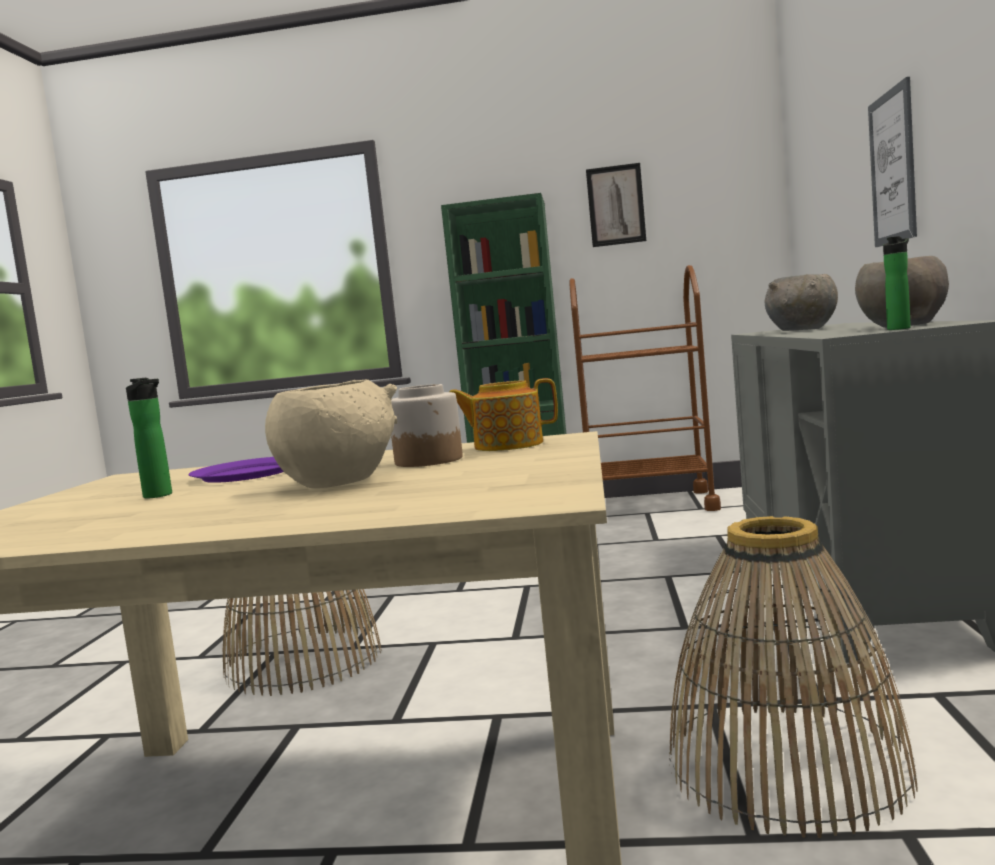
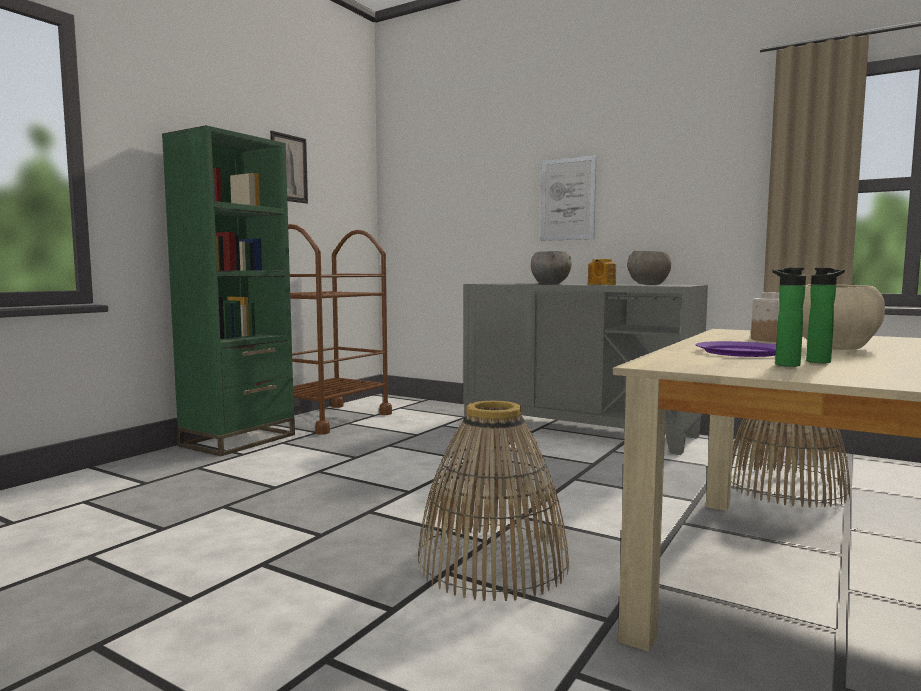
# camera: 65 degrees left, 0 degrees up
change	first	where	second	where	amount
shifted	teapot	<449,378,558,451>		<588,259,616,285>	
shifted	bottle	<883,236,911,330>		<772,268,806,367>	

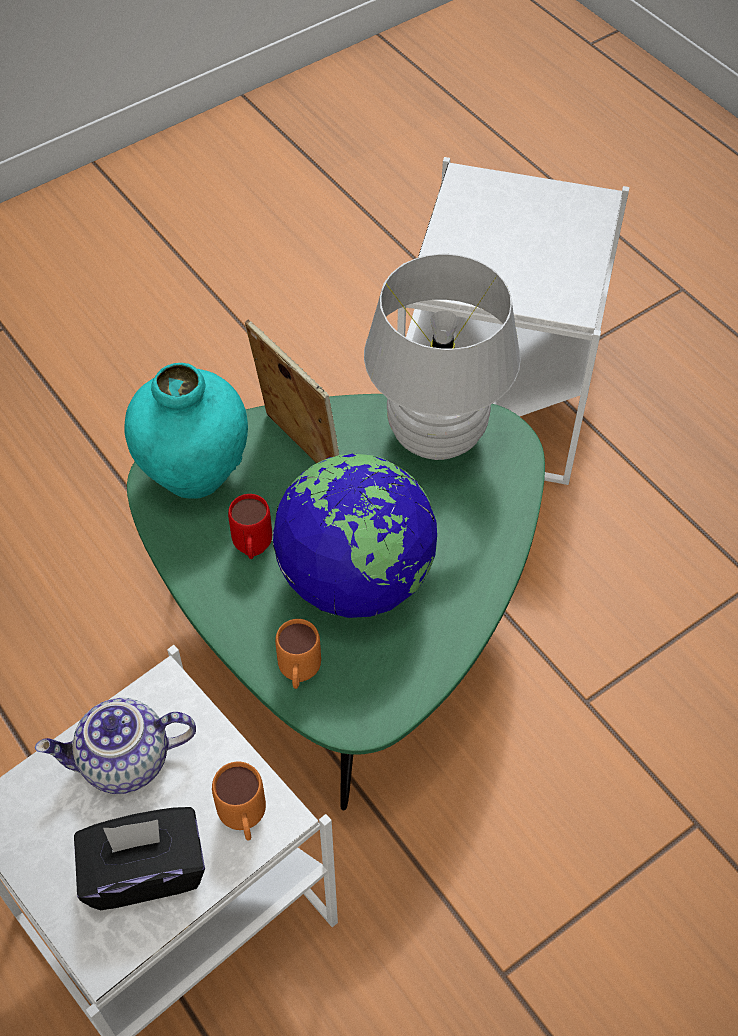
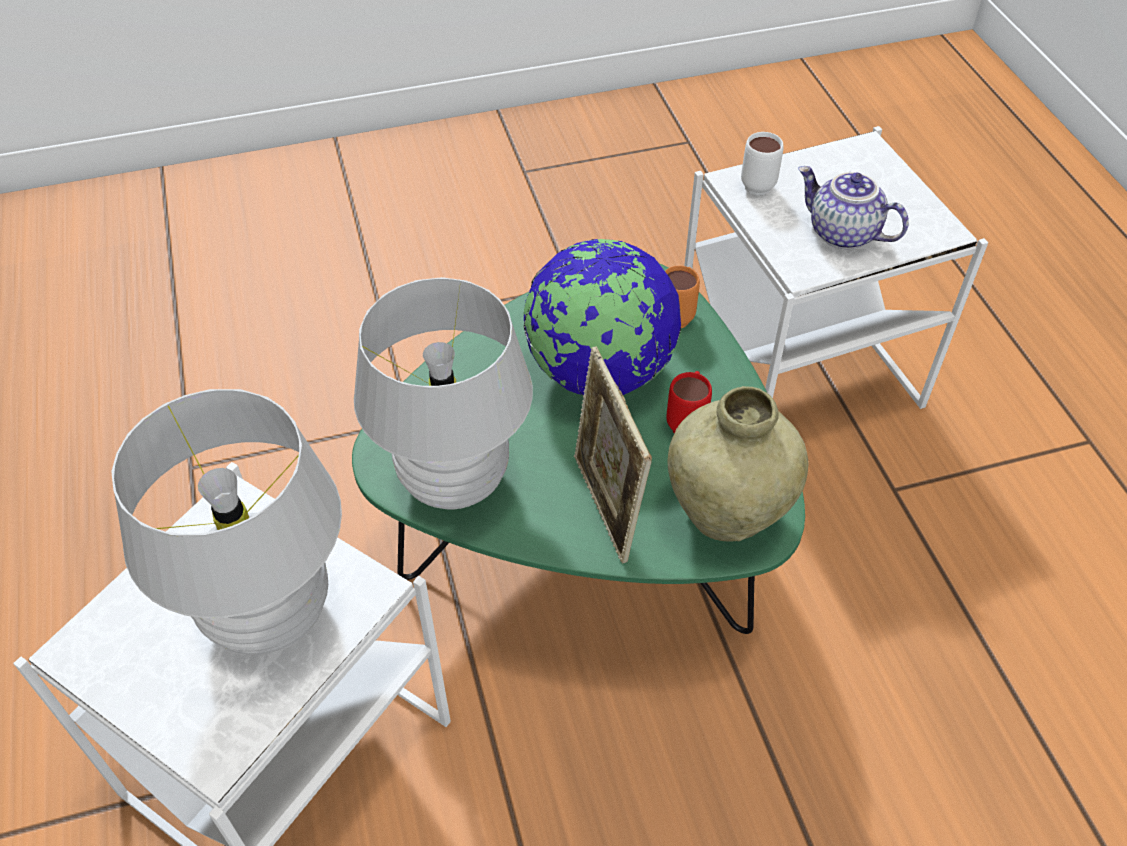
# camera: 160 degrees left, 5 degrees down
change	first	where	second	where	amount
rotated	teapot	<35,698,196,794>		<798,166,909,249>	150 degrees counterclockwise
gone	black_tissue_box	<74,807,205,910>			
repainted	turquoise_vase	<124,363,248,499>	beige_vase	<667,386,808,542>	
repainted	orange_mug	<212,761,266,841>	white_mug	<741,132,784,196>	
new			white_table_lamp	<111,389,342,655>	

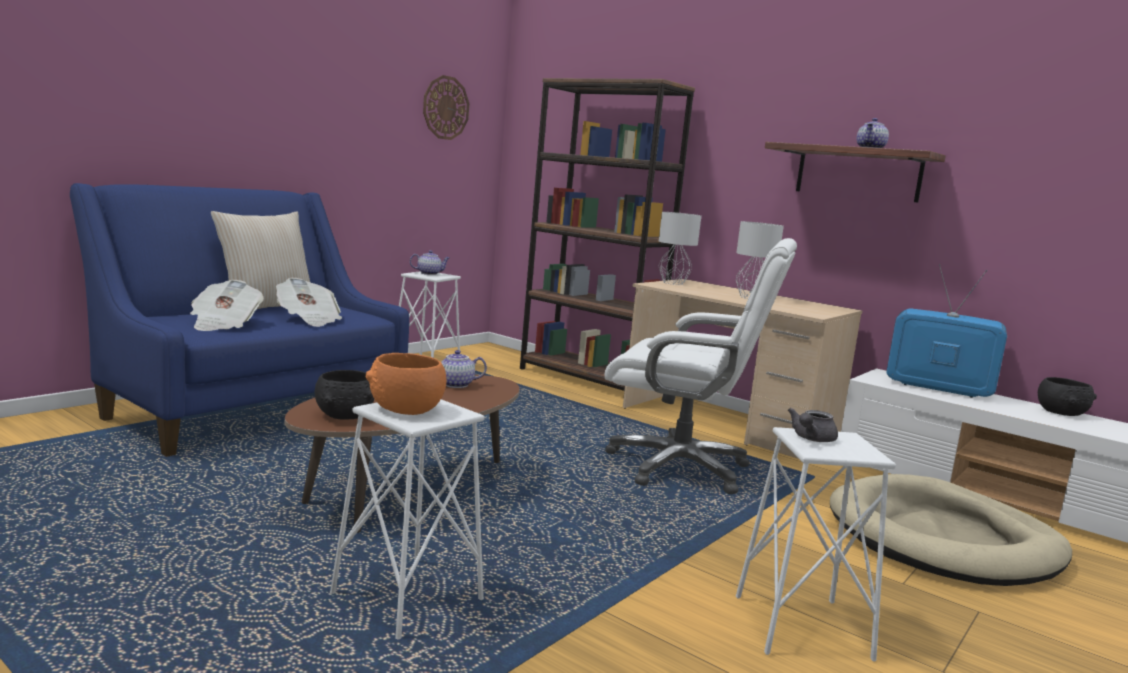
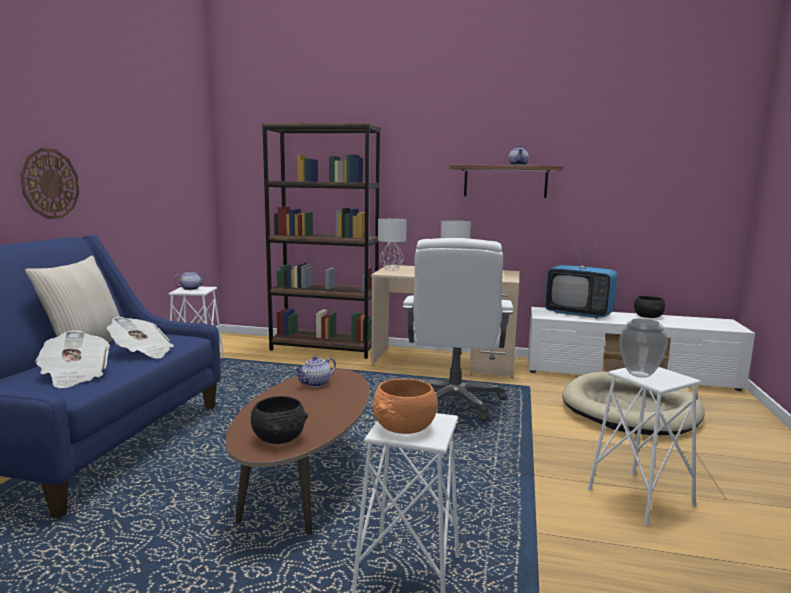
# camera: 25 degrees left, 0 degrees up
change	first	where	second	where	amount
shifted	wall_clock	<423,75,469,140>		<20,148,79,219>	
rotated	white_office_chair	<604,238,797,494>		<403,238,513,422>	105 degrees clockwise
swapped	grey_teapot	<788,408,838,442>	vase	<619,319,668,378>	
rotated	television	<886,264,1007,398>		<545,236,618,319>	150 degrees counterclockwise

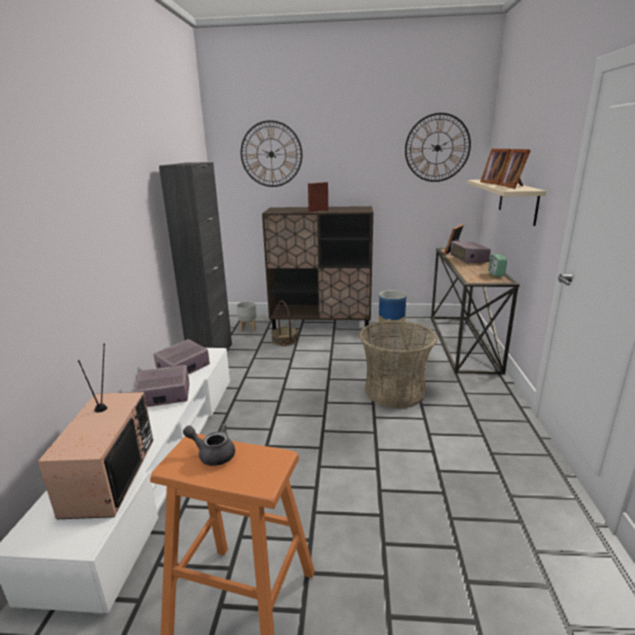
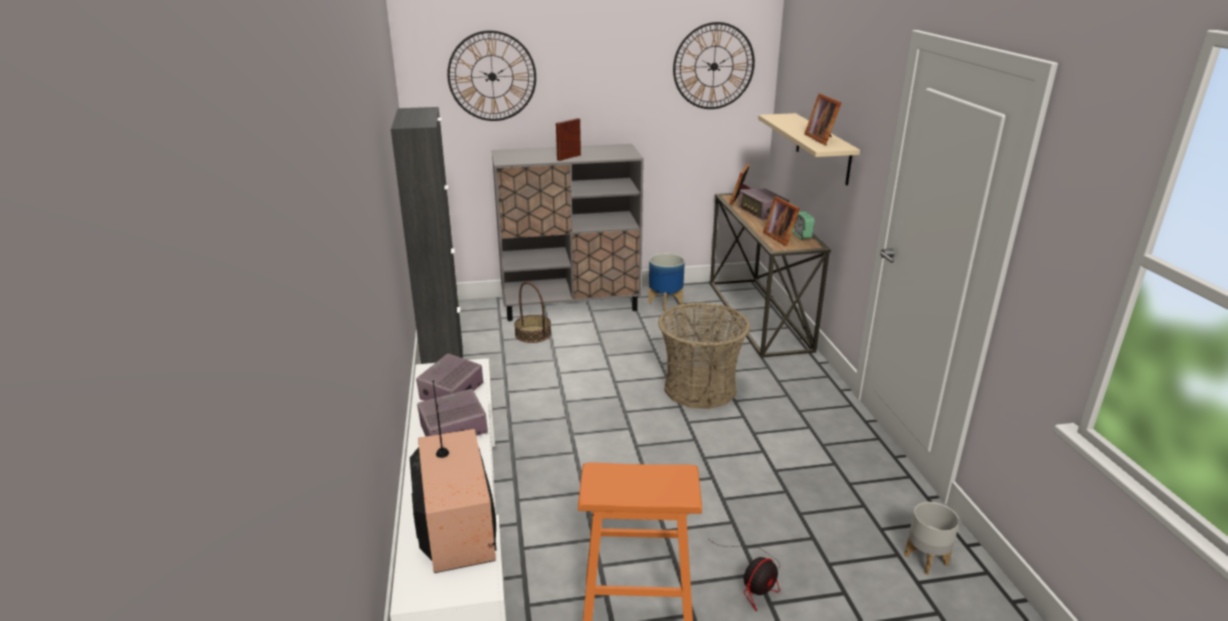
# camera: 15 degrees left, 5 degrees up
change	first	where	second	where	amount
gone	grey_teapot	<183,424,235,466>			
shifted	grey_planter	<237,302,257,332>		<904,502,960,575>	
repainted	brown_cabinet	<262,206,374,330>	grey_cabinet	<492,144,644,321>	
shifted	picture_frame	<480,149,512,185>		<763,196,800,246>	
new			fan	<707,538,780,611>	

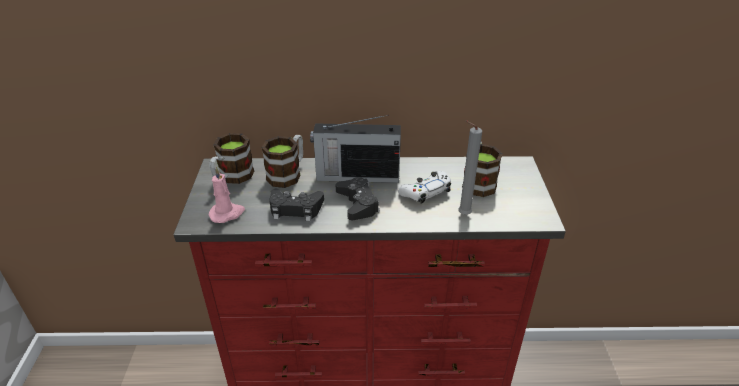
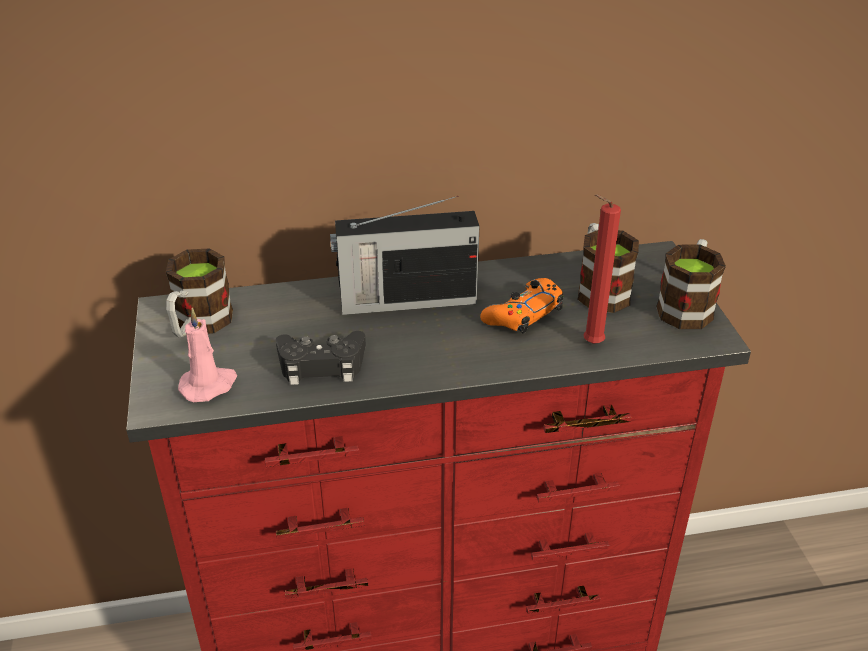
# camera: 10 degrees left, 0 degrees up
change	first	where	second	where	amount
shifted	mug	<261,135,303,188>		<656,239,726,329>	
gone	black_game_controller	<336,177,380,220>			
repainted	white_game_controller	<398,171,451,204>	orange_game_controller	<480,278,564,333>	
repainted	grey_candle	<458,121,482,215>	red_candle	<583,194,621,344>	

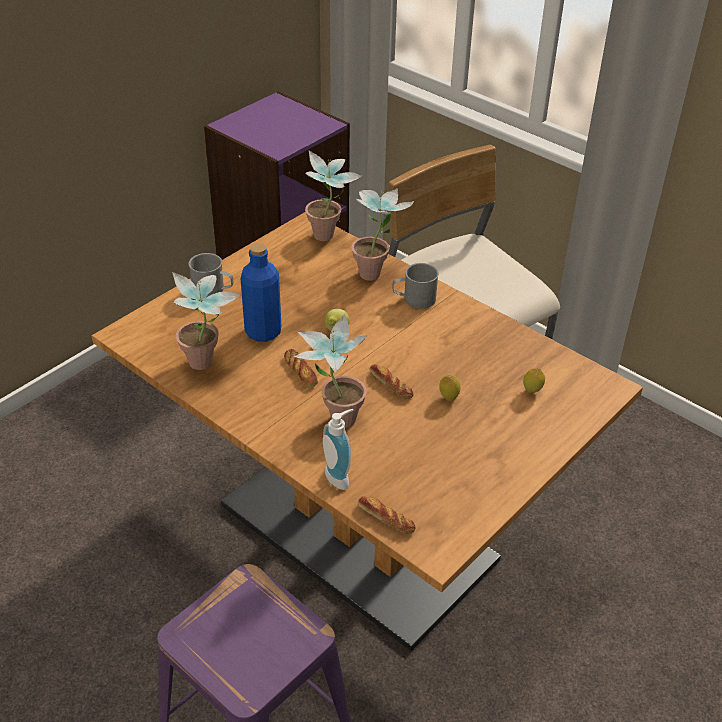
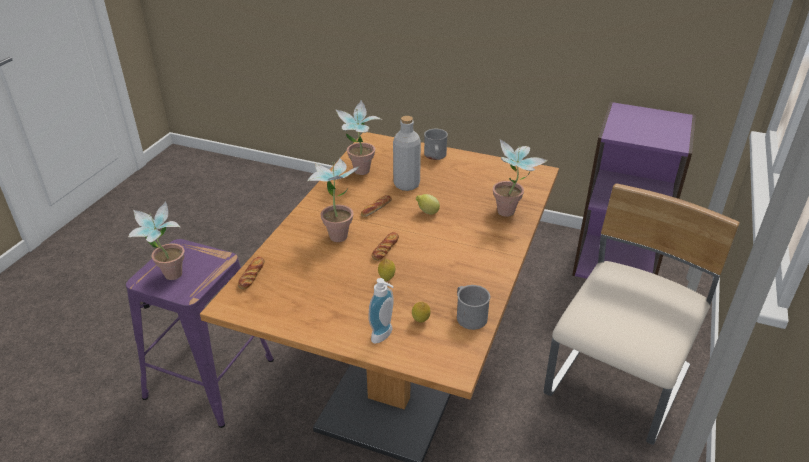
# camera: 70 degrees right, 5 degrees down
change	first	where	second	where	amount
repainted	blue_bottle	<241,243,281,342>	grey_bottle	<393,116,421,191>	
shifted	potted_plant	<305,151,363,241>		<128,201,184,280>	
shifted	soap_dispenser	<323,409,353,490>		<368,278,394,344>	
shifted	grey_mug	<393,263,439,308>		<457,285,490,330>	

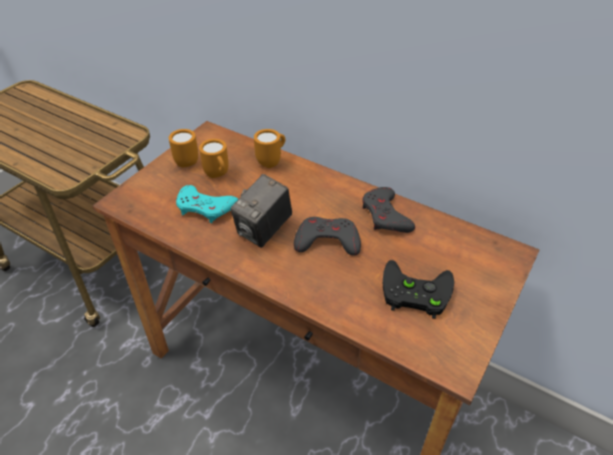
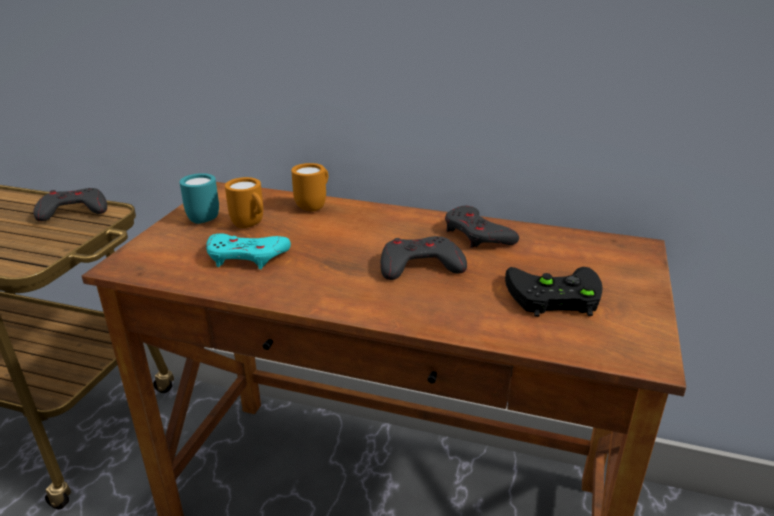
# camera: 15 degrees left, 15 degrees down
change	first	where	second	where	amount
repainted	orange_mug	<169,129,198,168>	turquoise_mug	<180,173,219,224>	
gone	photo_camera	<230,174,292,248>			
new			grey_game_controller	<33,188,107,221>	

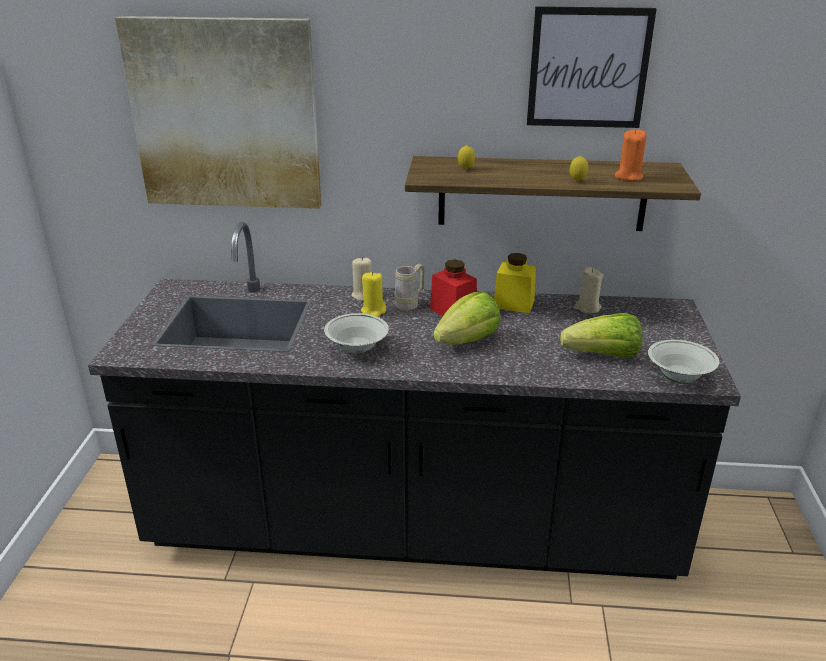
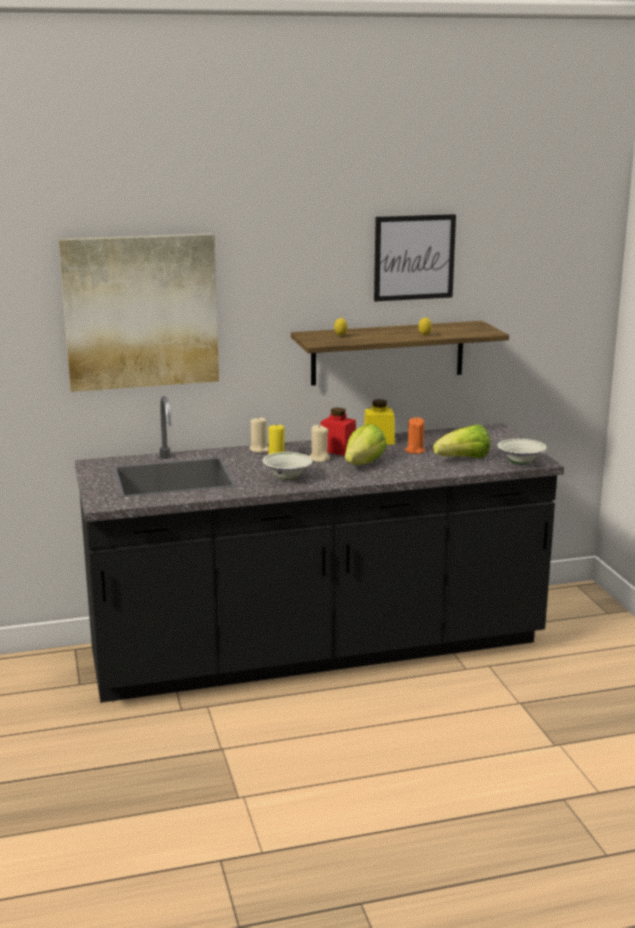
# camera: 20 degrees left, 10 degrees down
change	first	where	second	where	amount
gone	beige_mug	<394,264,425,311>			
shifted	beige_candle	<573,267,603,313>		<309,425,330,462>	
shifted	orange_candle	<615,129,647,181>		<405,417,425,454>	

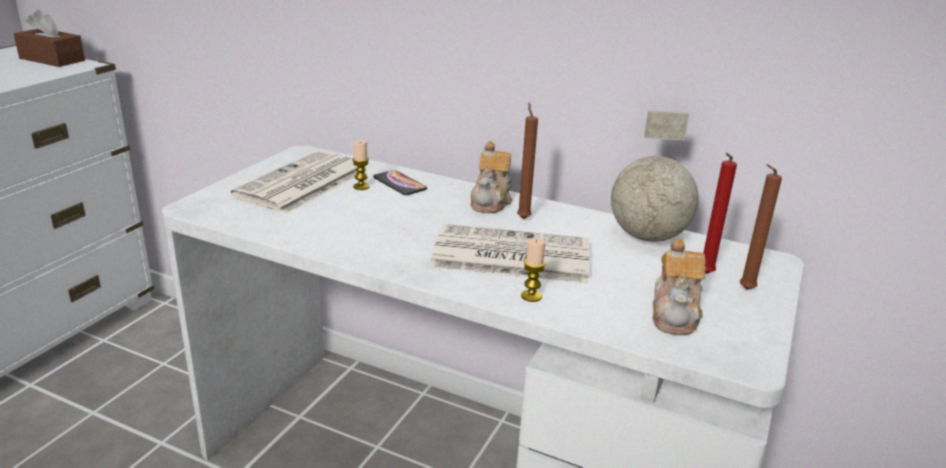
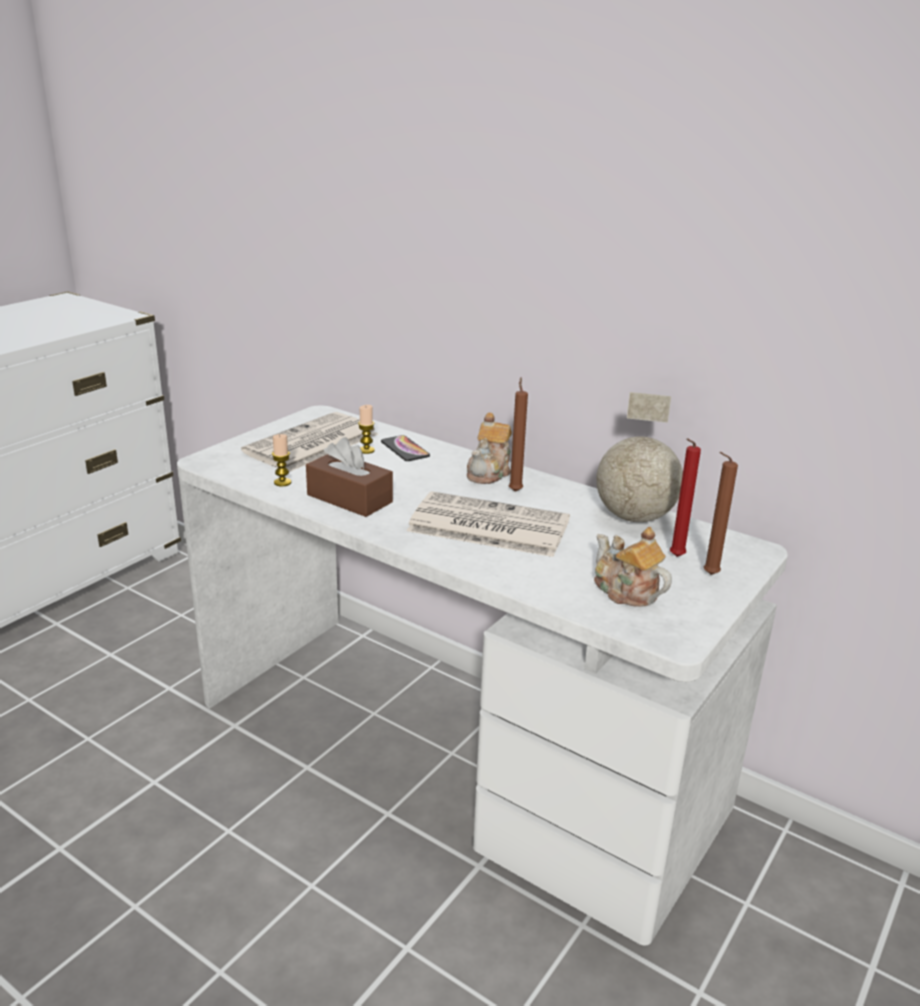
# camera: 10 degrees right, 0 degrees up
change	first	where	second	where	amount
shifted	brown_tissue_box	<14,9,85,67>		<306,437,393,517>	
shifted	candle	<521,239,546,302>		<272,434,291,486>	
rotated	teapot	<653,239,706,335>		<594,527,672,607>	120 degrees clockwise

